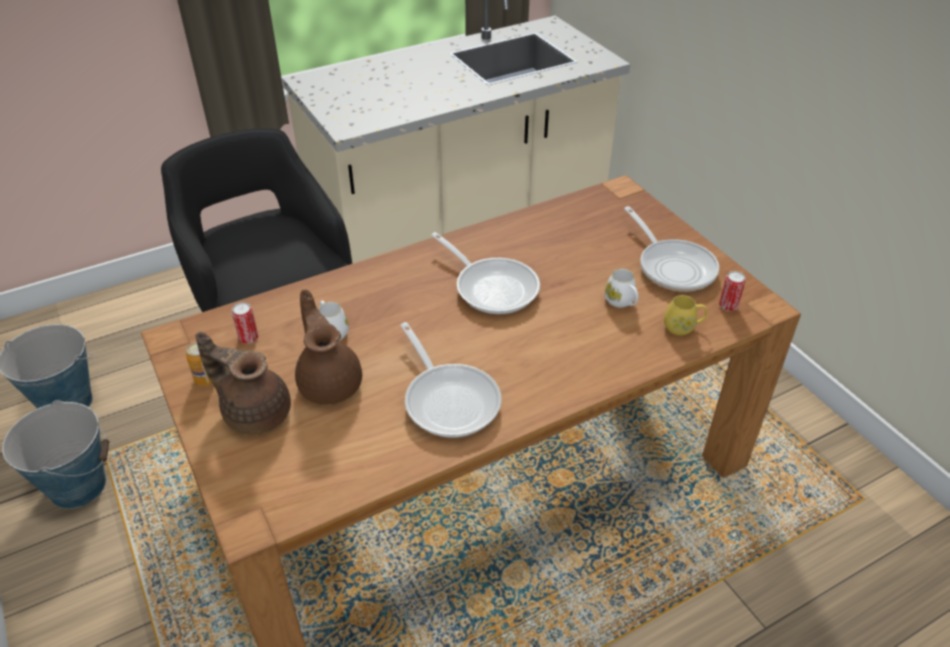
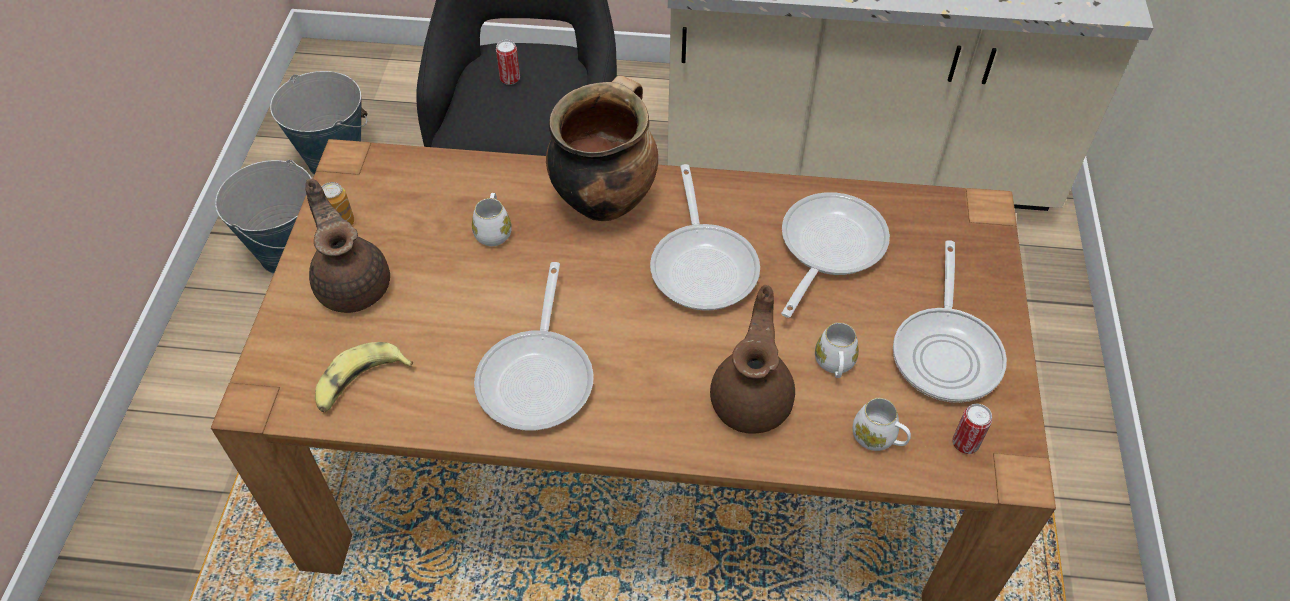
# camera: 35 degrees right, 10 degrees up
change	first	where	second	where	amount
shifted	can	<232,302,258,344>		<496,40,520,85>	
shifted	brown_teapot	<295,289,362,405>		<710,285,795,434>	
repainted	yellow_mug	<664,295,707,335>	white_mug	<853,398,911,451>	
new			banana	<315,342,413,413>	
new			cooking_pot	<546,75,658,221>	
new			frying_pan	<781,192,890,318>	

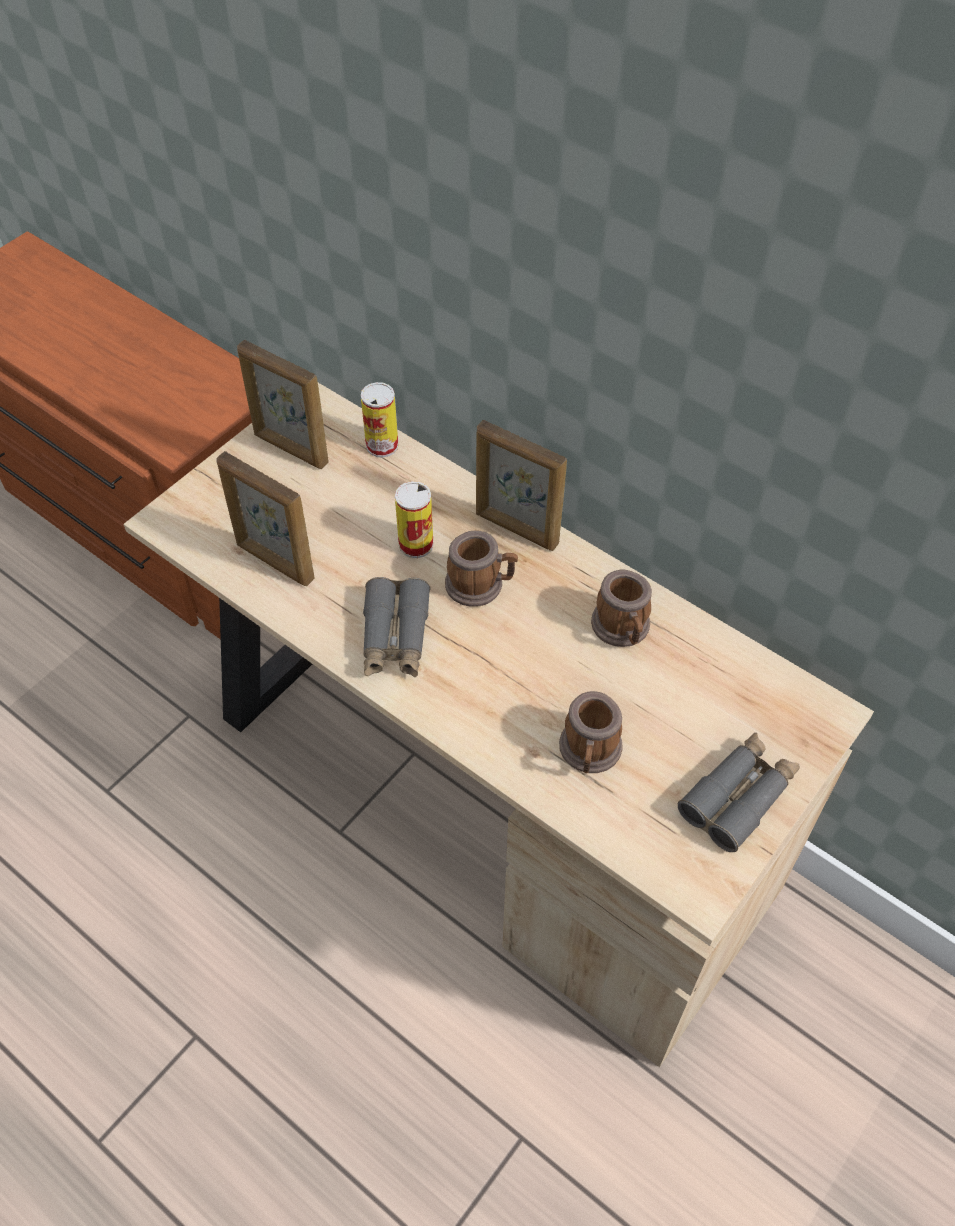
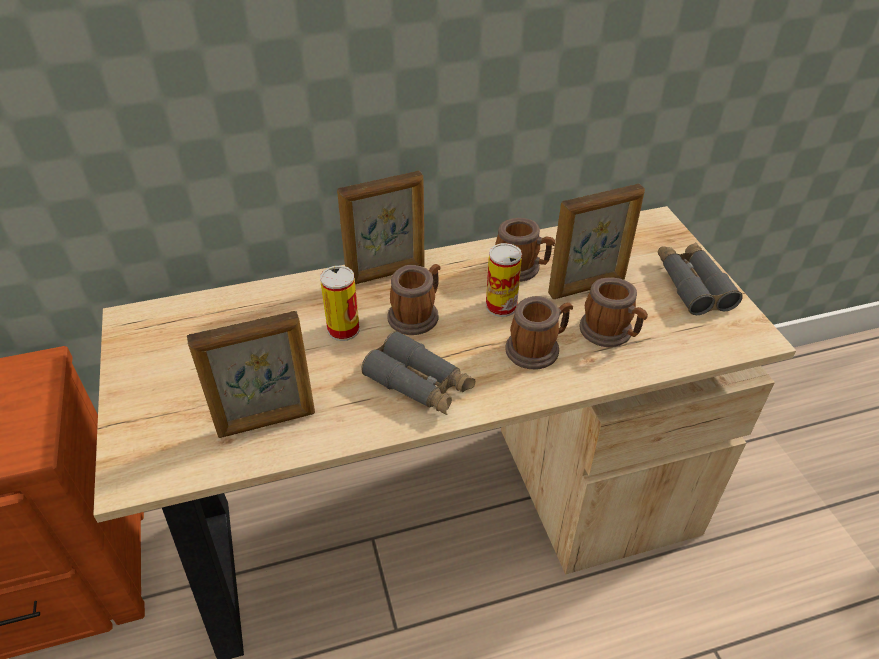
# camera: 55 degrees left, 10 degrees down
change	first	where	second	where	amount
shifted	picture_frame	<237,340,328,469>		<548,184,645,299>	
shifted	can	<361,382,399,458>		<486,243,522,317>	
new			mug	<505,296,573,369>	

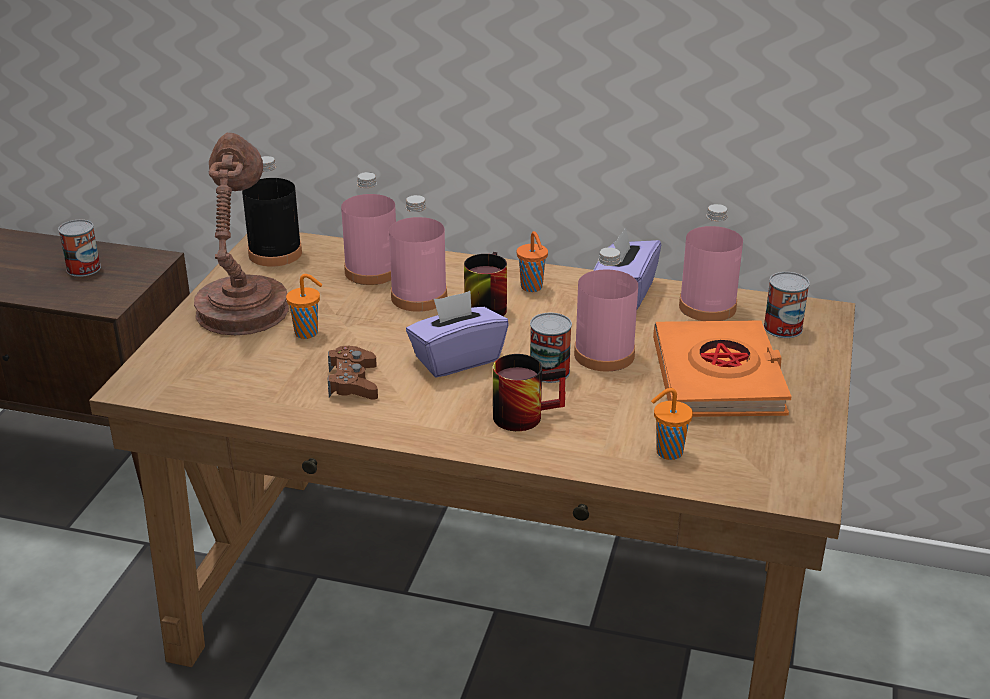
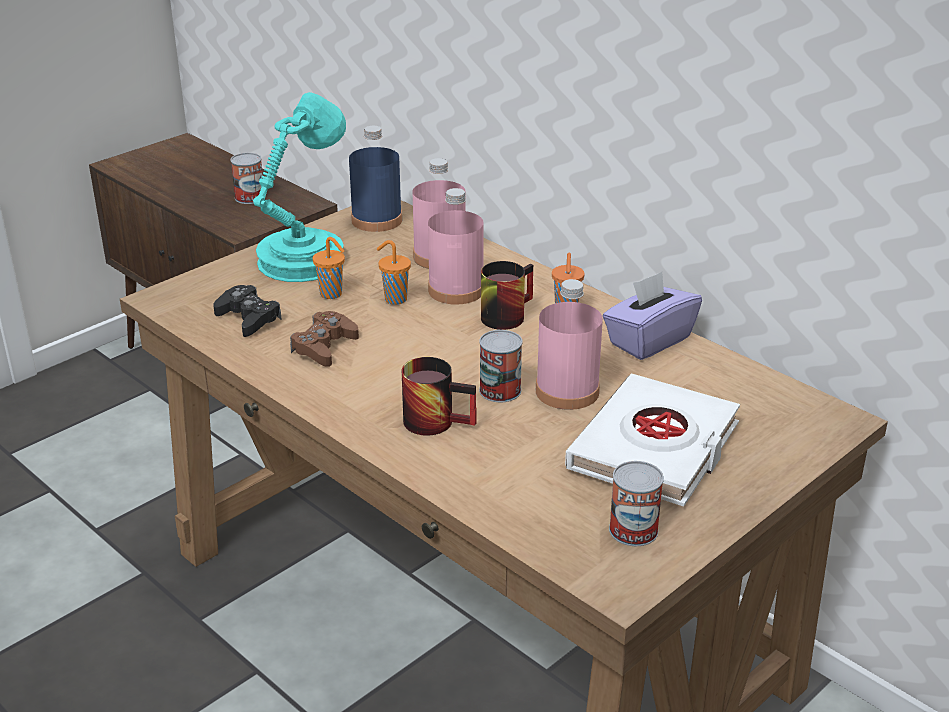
# camera: 30 degrees right, 0 degrees up
change	first	where	second	where	amount
repainted	brown_table_lamp	<194,133,289,335>	turquoise_table_lamp	<253,92,346,282>	
repainted	black_bottle	<242,156,302,267>	blue_bottle	<349,126,402,232>	
gone	purple_tissue_box	<406,291,509,378>			
shifted	orange_cup	<651,388,693,460>		<377,240,411,305>	
repainted	orange_book	<653,320,792,417>	white_book	<565,374,740,507>	
gone	pink_bottle	<679,204,743,321>			
shifted	can	<763,272,810,338>		<609,461,664,546>	
new			black_game_controller	<213,285,282,337>	

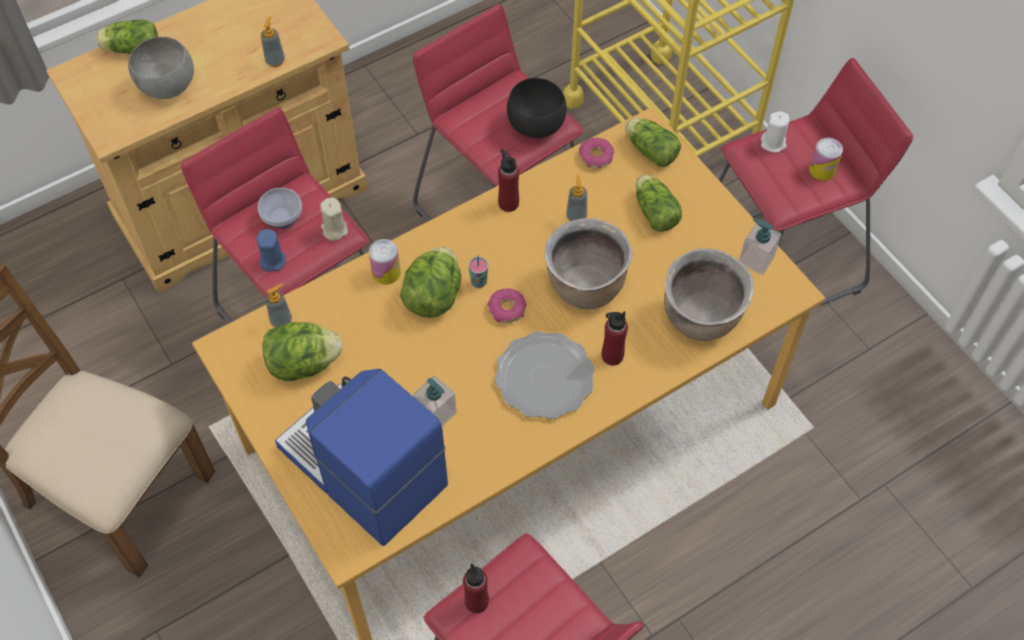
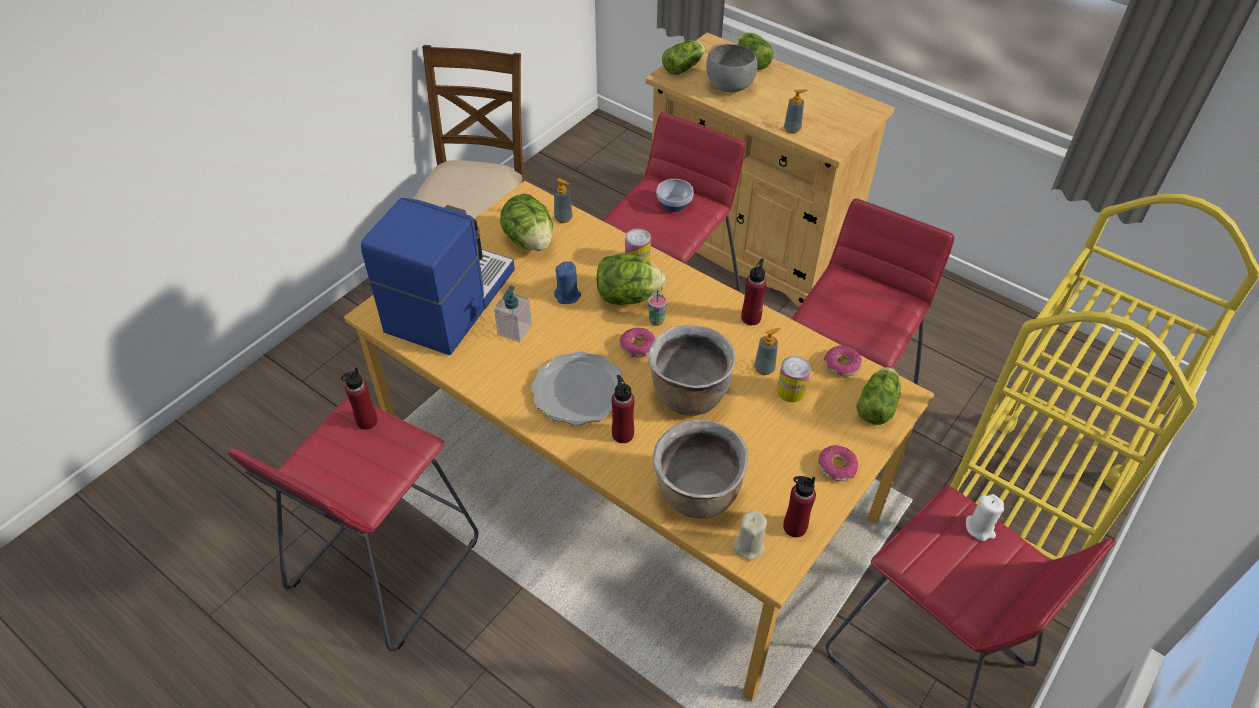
# camera: 70 degrees right, 10 degrees down
change	first	where	second	where	amount
shifted	blue_candle	<256,229,286,272>		<554,261,581,304>	
shifted	beige_candle	<320,198,348,241>		<733,510,767,561>	
gone	black_bowl	<507,78,567,139>			
shifted	lettuce	<635,175,682,232>		<662,40,705,75>	
swapped	soap_dispenser	<739,218,782,275>	red_bottle	<783,476,816,537>	
shifted	can	<809,138,843,181>		<777,356,811,402>	
new			donut	<818,445,858,481>	

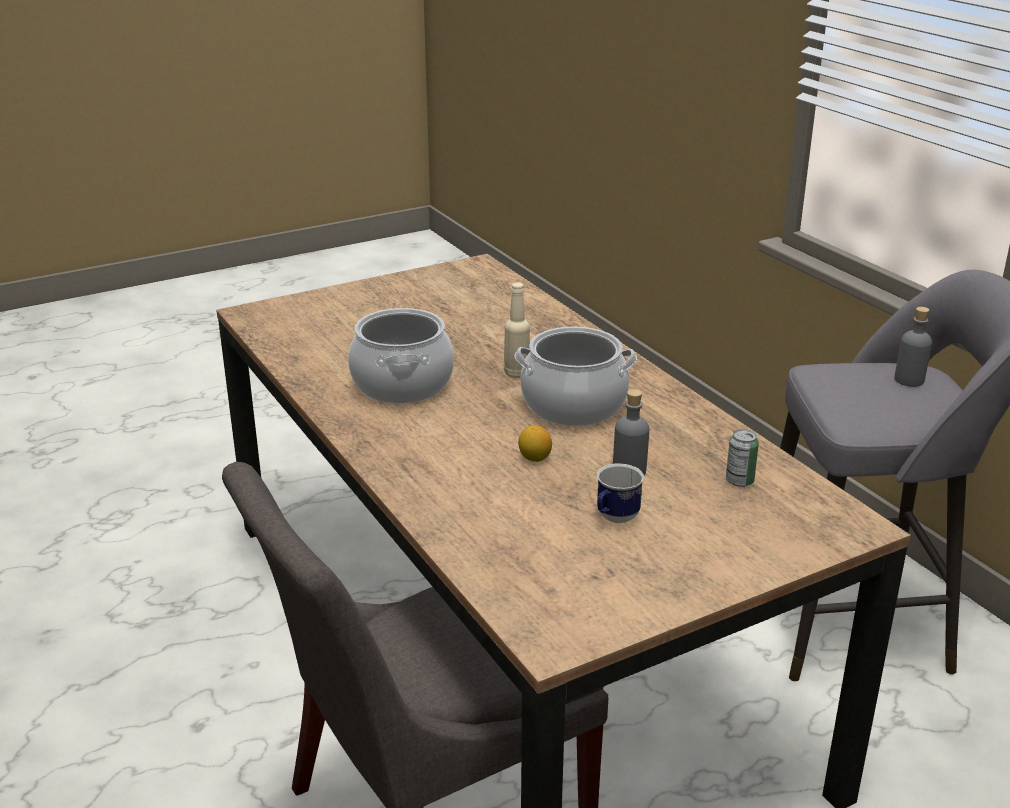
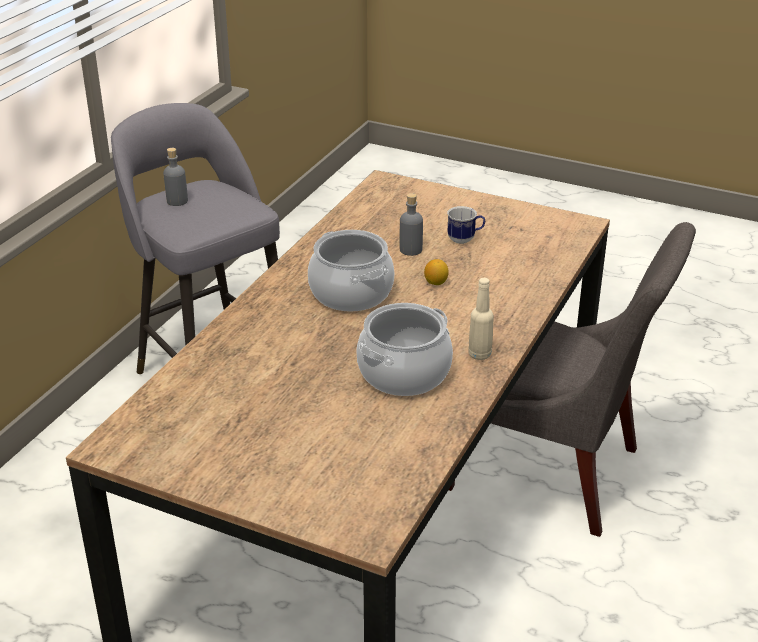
# camera: 125 degrees left, 5 degrees up
change	first	where	second	where	amount
shifted	beige_bottle	<504,282,530,378>		<468,278,494,360>	
gone	can	<726,429,759,487>			

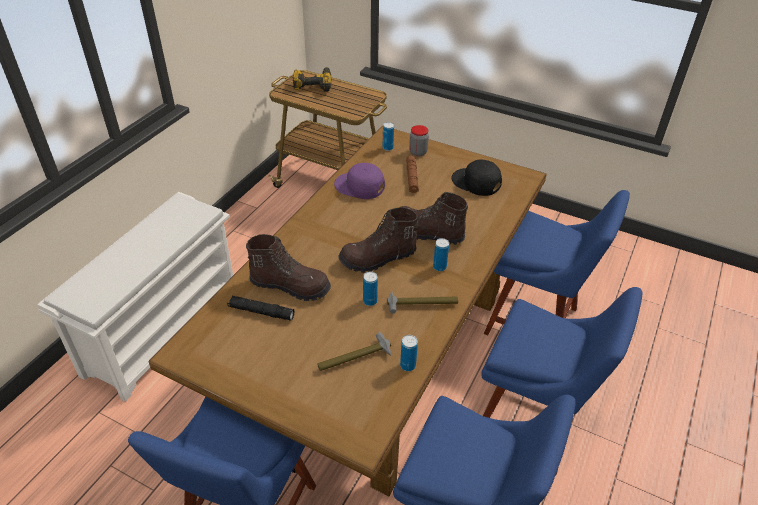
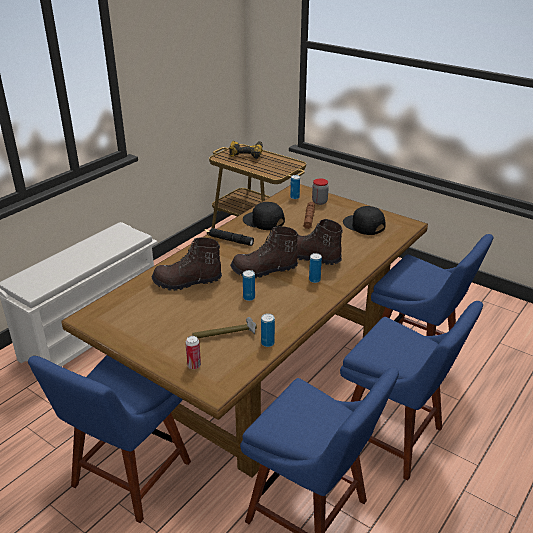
# camera: 10 degrees right, 10 degrees down
change	first	where	second	where	amount
shifted	black_flashlight	<227,296,294,321>		<208,228,254,246>	
rotated	brown_boot	<246,234,331,301>		<152,237,222,291>	150 degrees clockwise
repainted	purple_cap	<334,163,385,199>	black_cap	<243,202,285,230>	
gone	hammer	<387,291,458,313>			
new			can	<185,336,201,369>	

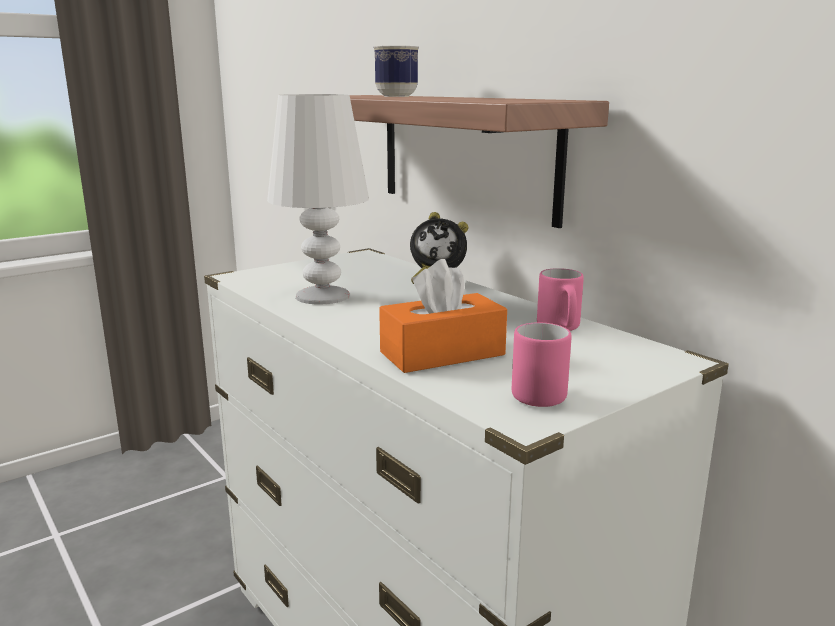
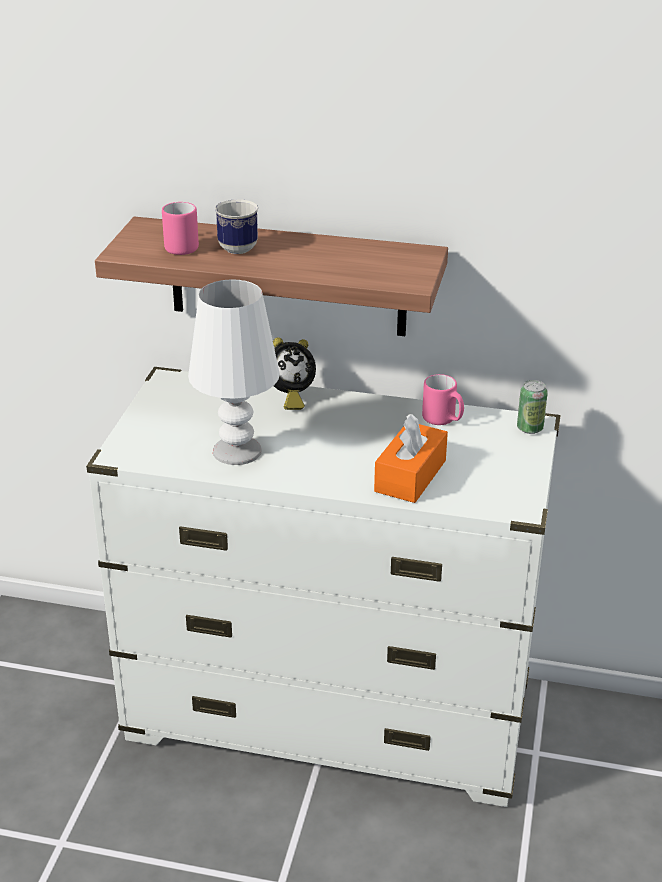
# camera: 40 degrees left, 15 degrees up
change	first	where	second	where	amount
shifted	pink_mug	<512,322,572,407>		<162,202,199,255>	
new			can	<517,380,548,434>	

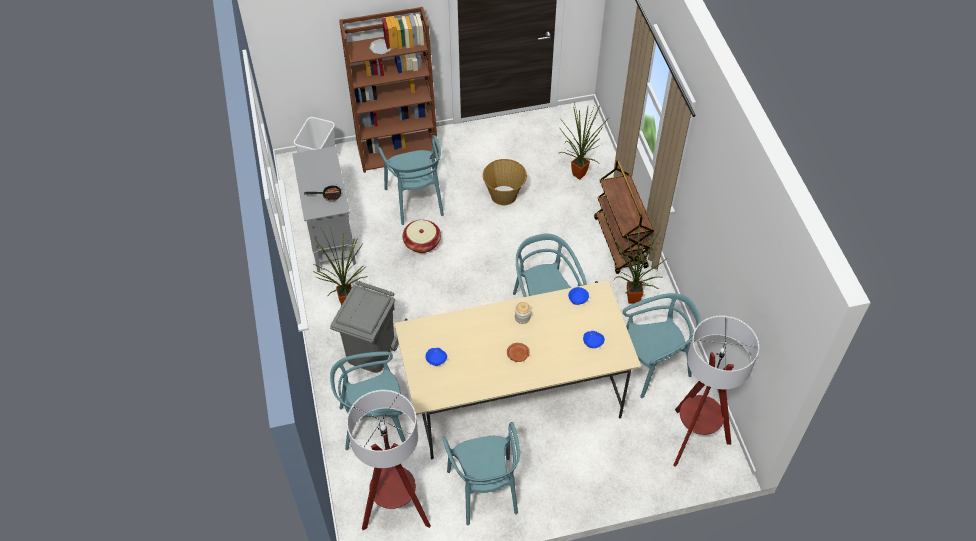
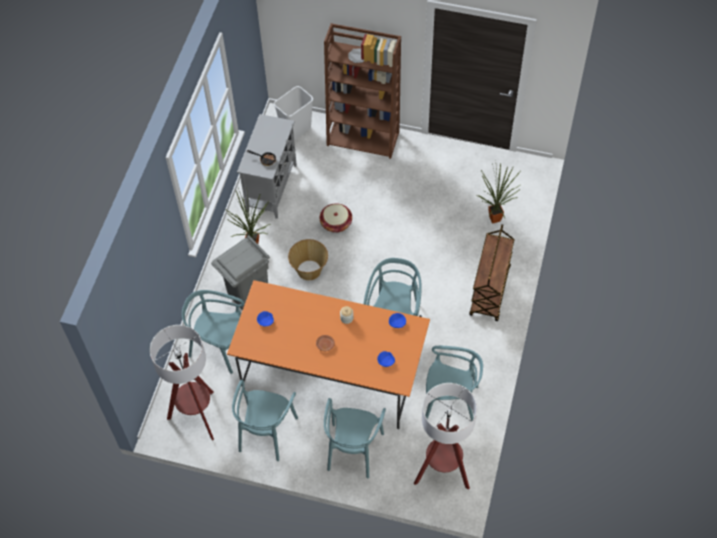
# camera: 30 degrees right, 5 degrees up
change	first	where	second	where	amount
shifted	turquoise_chair	<378,135,444,225>		<324,398,386,479>	
repainted	beige_dining_table	<394,280,641,459>	orange_dining_table	<227,280,430,429>	
shifted	basket	<483,159,527,205>		<288,239,328,280>	
gone	potted_plant	<614,226,666,304>			

